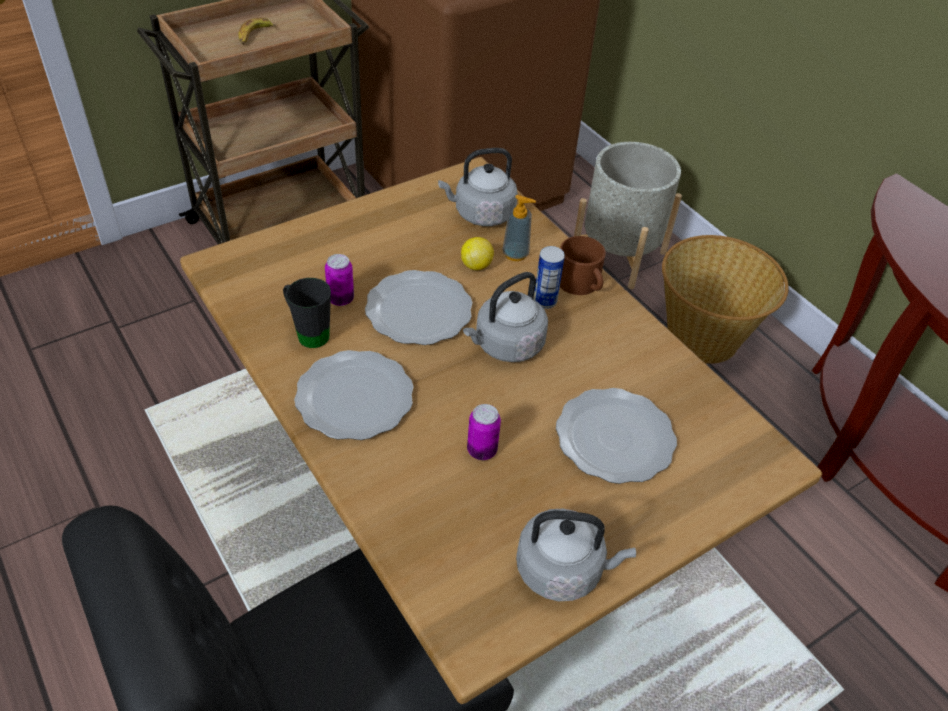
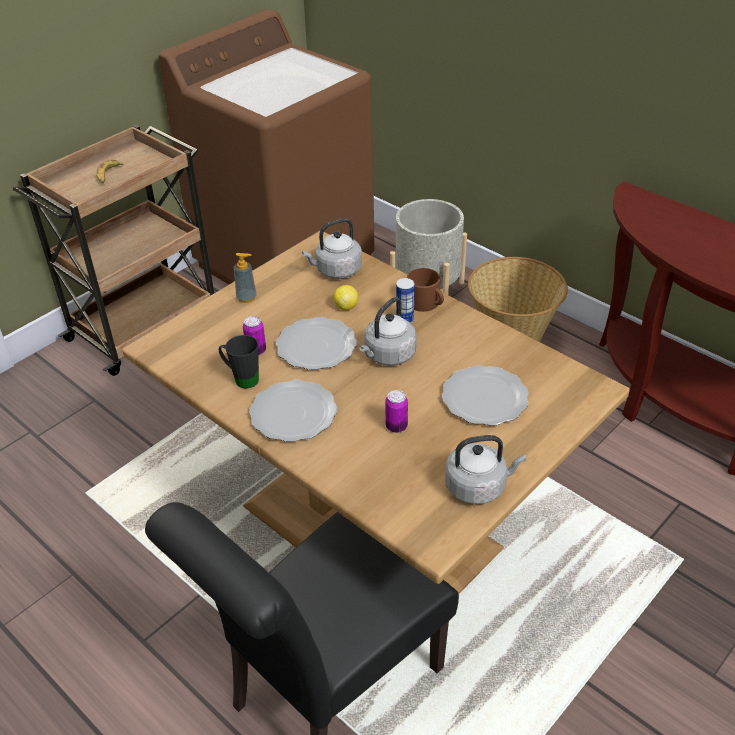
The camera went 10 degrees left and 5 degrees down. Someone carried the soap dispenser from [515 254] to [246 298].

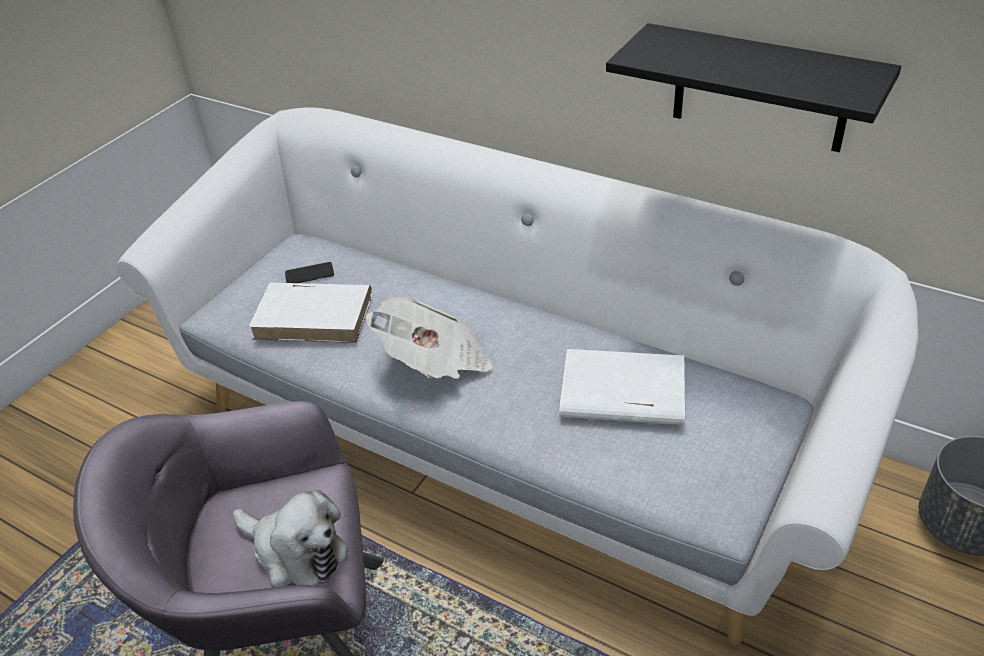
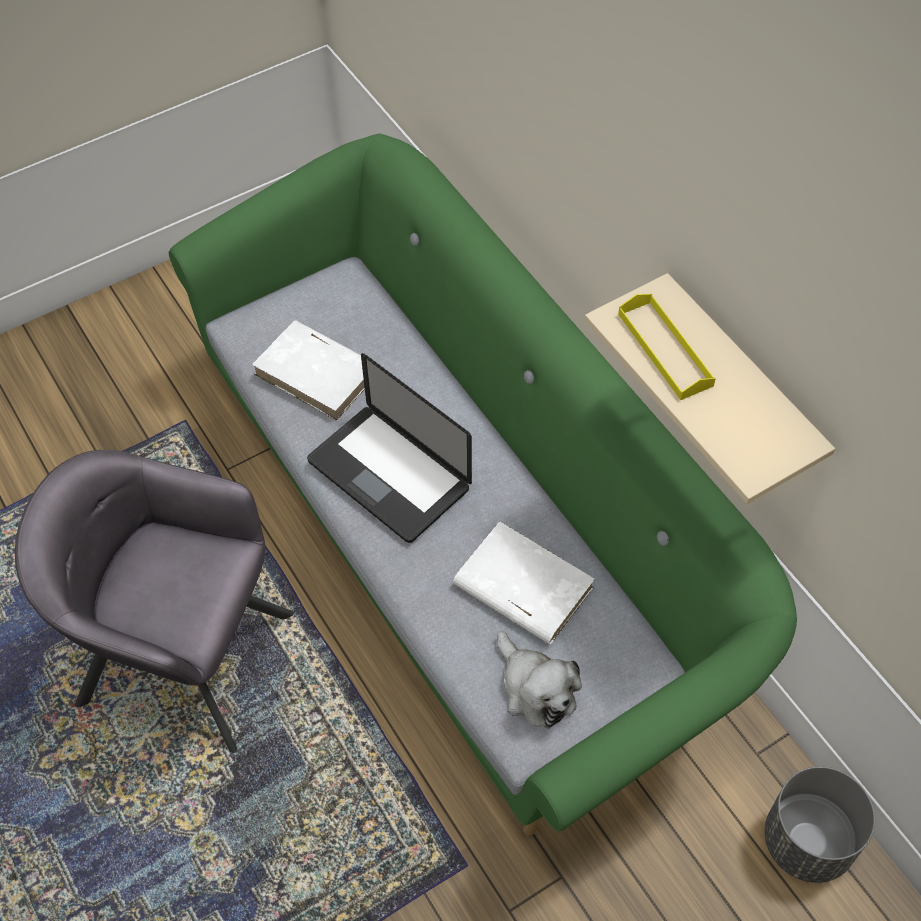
The camera went 25 degrees right and 15 degrees up. Someone repainted the sofa/whitish at [500 431], which became the sofa/greenish at [461 538]. Someone swapped the printed paper at [435 362] for the laptop at [389 475]. Someone carried the plush toy from [296 552] to [535 689]. Someone repainted the shelf/blackish at [760 89], which became the shelf/beige at [739 387]. Someone put down the serving tray/yellowish at [665 349]. Someone took away the handset at [309 274].

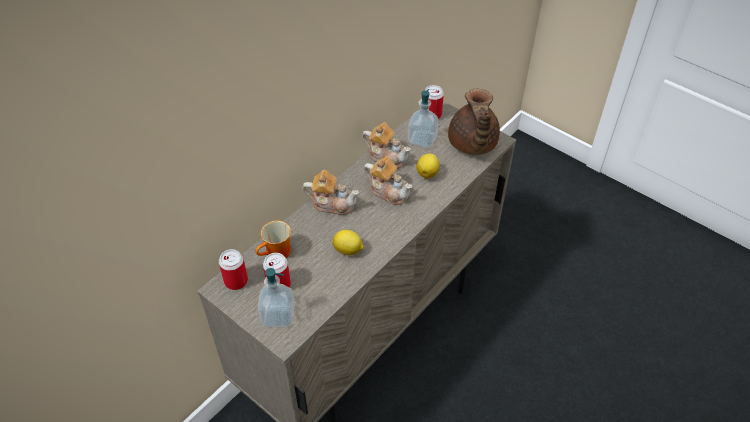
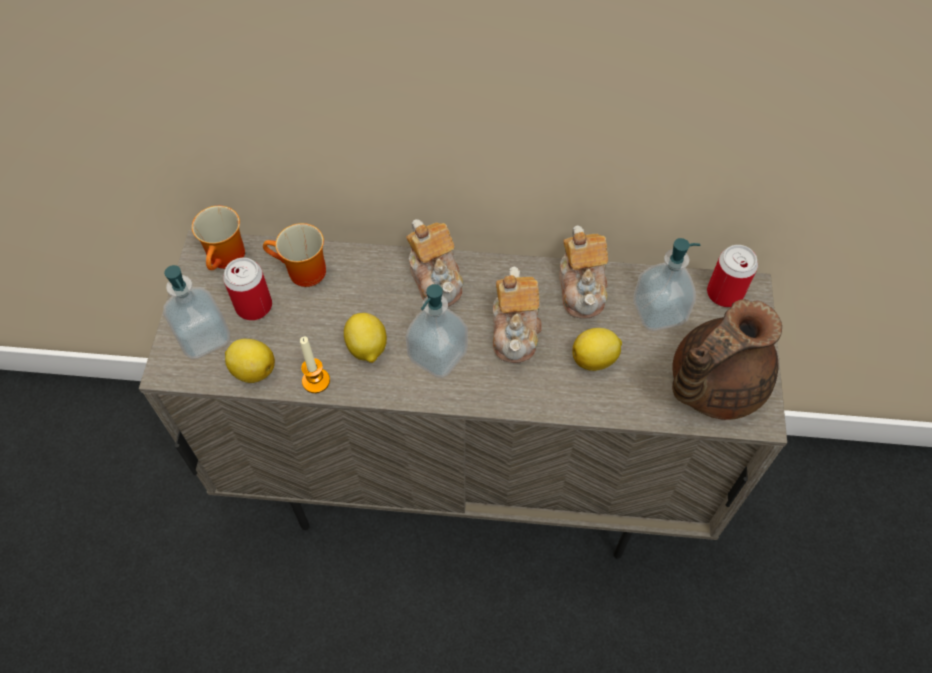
The camera went 55 degrees right and 10 degrees up. Someone swapped the can at [236 281] for the mug at [228 258]. Someone put down the citrus fruit at [252 369]. Someone put down the candle at [316 381]. Someone put down the soap dispenser at [437 355].

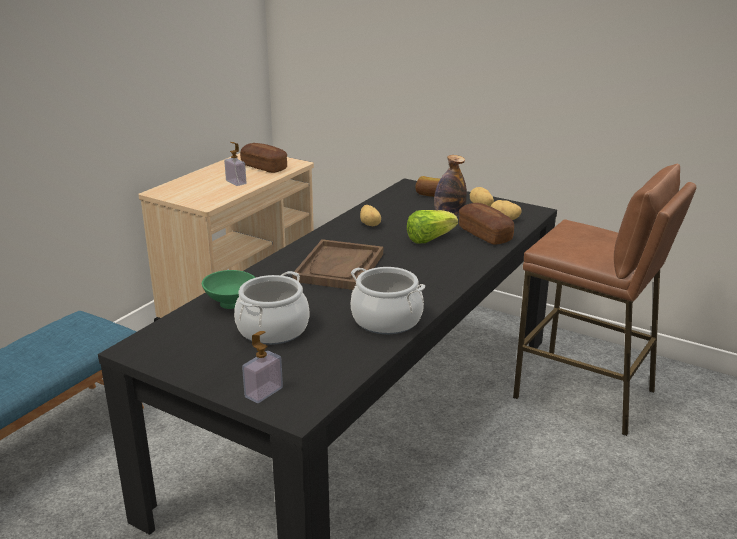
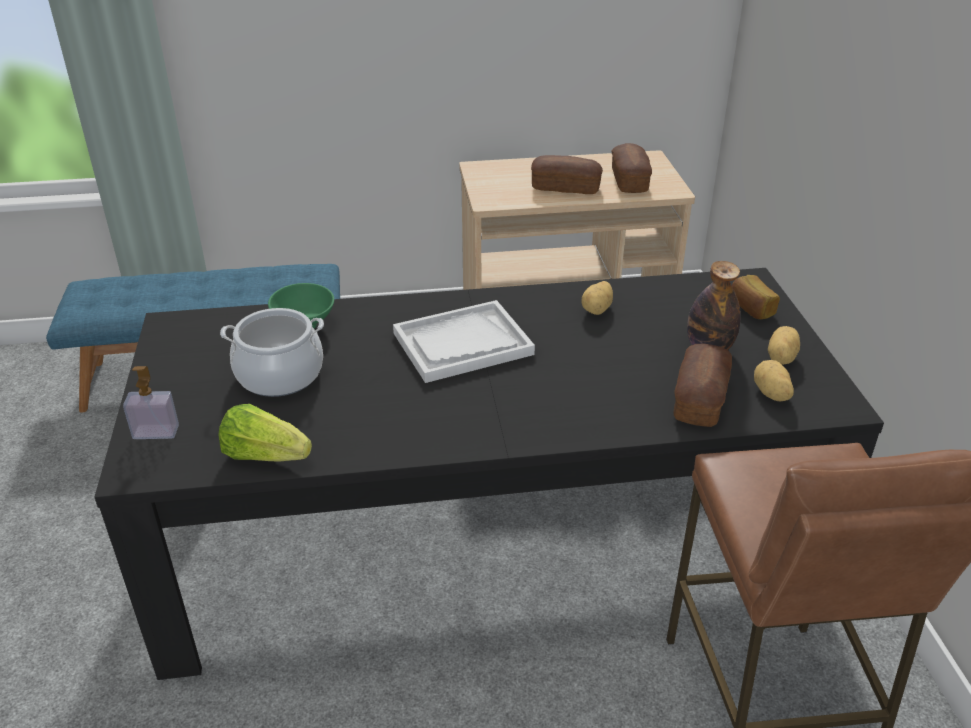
The camera went 50 degrees right and 10 degrees up. Someone carried the lettuce head from [429 239] to [264 455]. Someone repainted the serving tray/brownish at [339 267], which became the serving tray/whitish at [462 344]. Someone swapped the soap dispenser at [236 182] for the baked bread at [565 187]. Someone took away the cooking pot at [386 320].

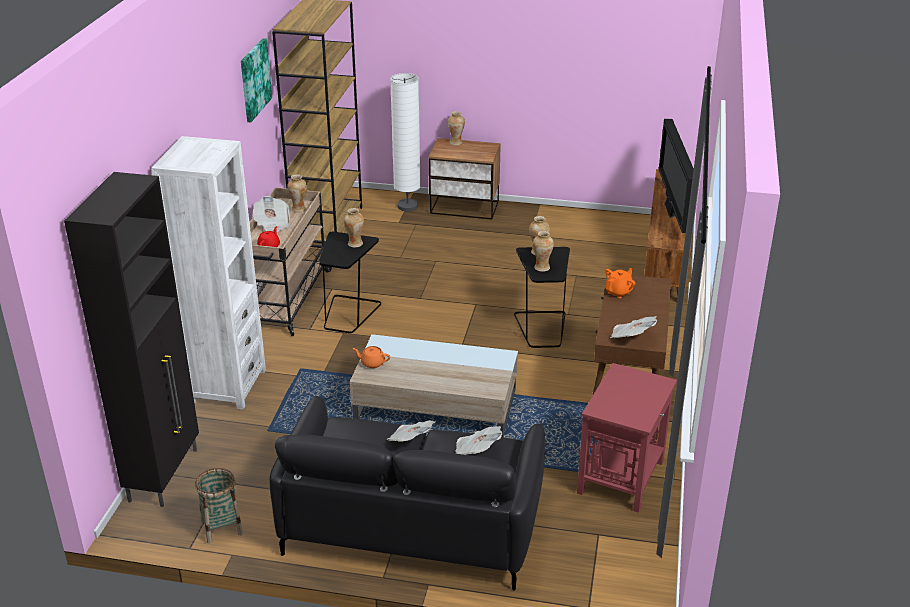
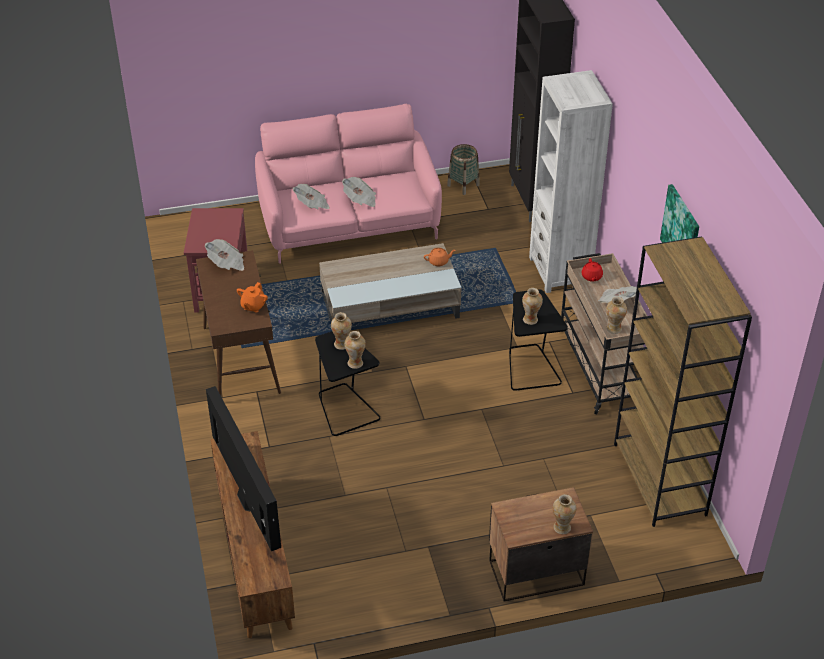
The camera went 155 degrees right and 10 degrees up. Someone repainted the sofa/blackish at [412 521], which became the sofa/pinkish at [349 222]. Someone took away the standing lamp/whitish at [407 206].

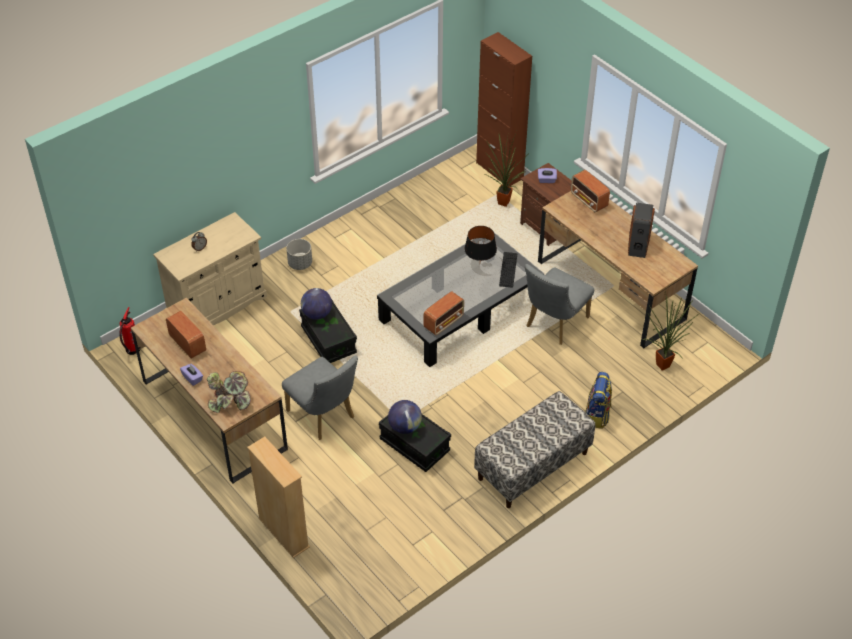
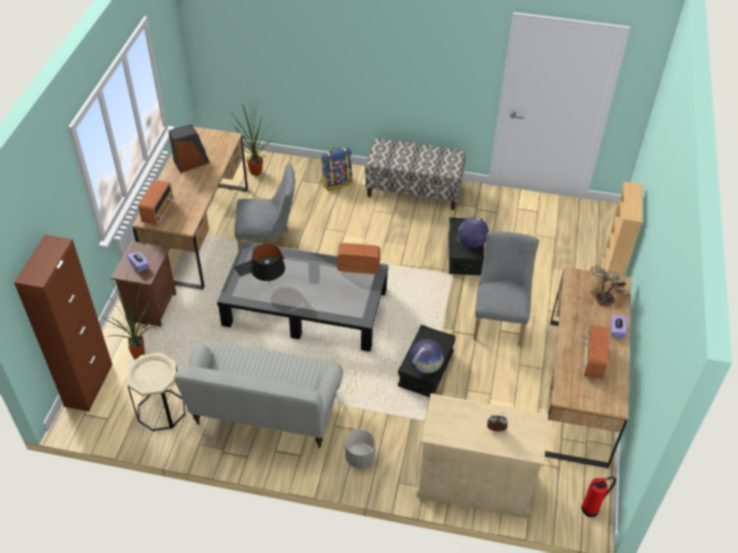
The camera went 130 degrees left and 0 degrees up. Someone put down the end table/beige at [161 410]. Someone put down the sofa at [266 413].

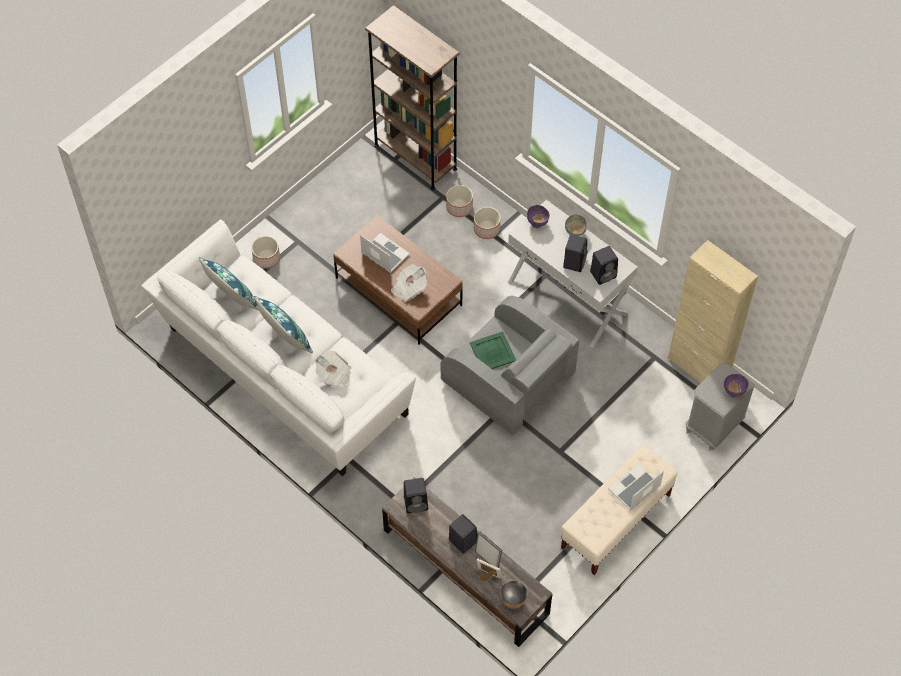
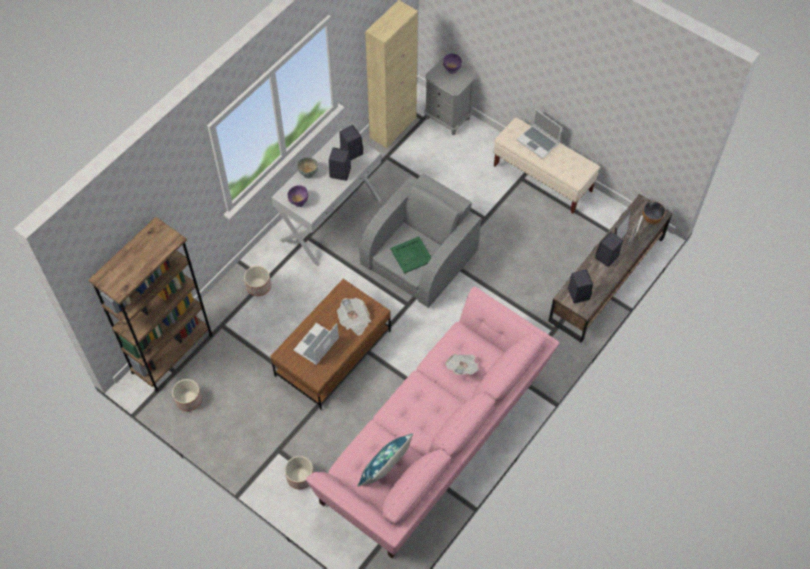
The camera went 95 degrees left and 0 degrees up. Someone carried the flower pot from [459 207] to [188 400]. Someone repainted the sofa/whitish at [282 374], which became the sofa/pinkish at [434 444]. Someone took away the pillow/blue-coloured at [285 339].

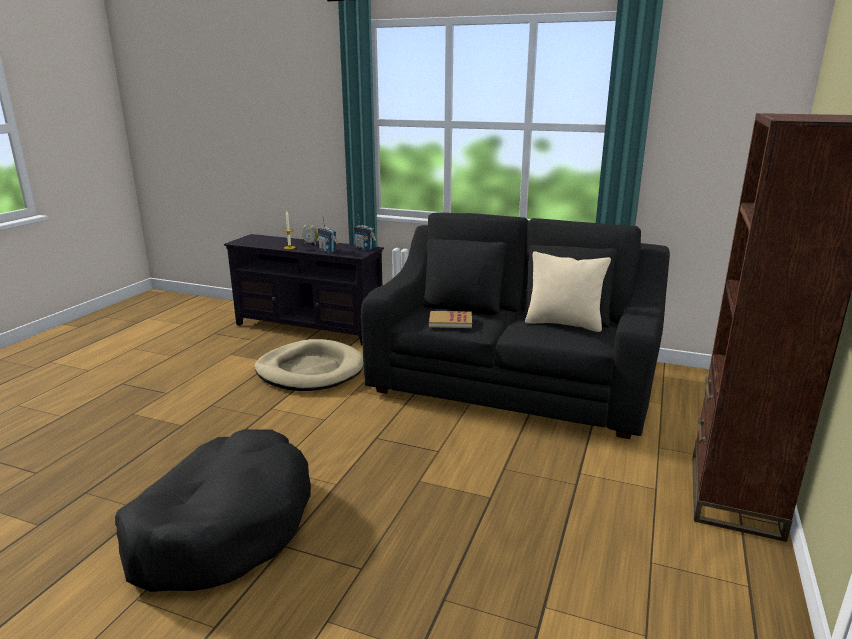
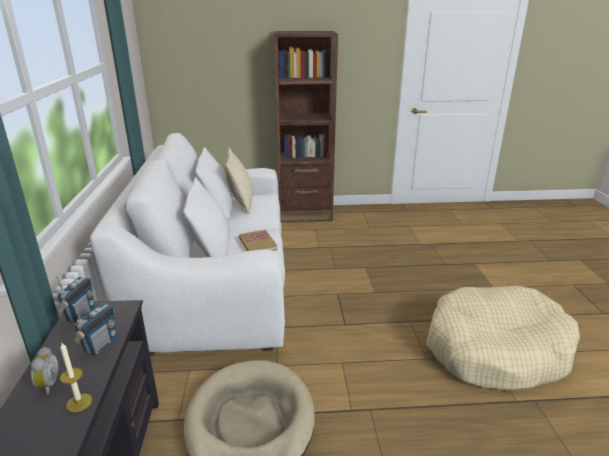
The camera went 115 degrees left and 5 degrees up. Someone repainted the sofa/blackish at [511 383], which became the sofa/whitish at [216 285]. Someone repainted the pet bed/blackish at [223 526], which became the pet bed/beige at [495 350].

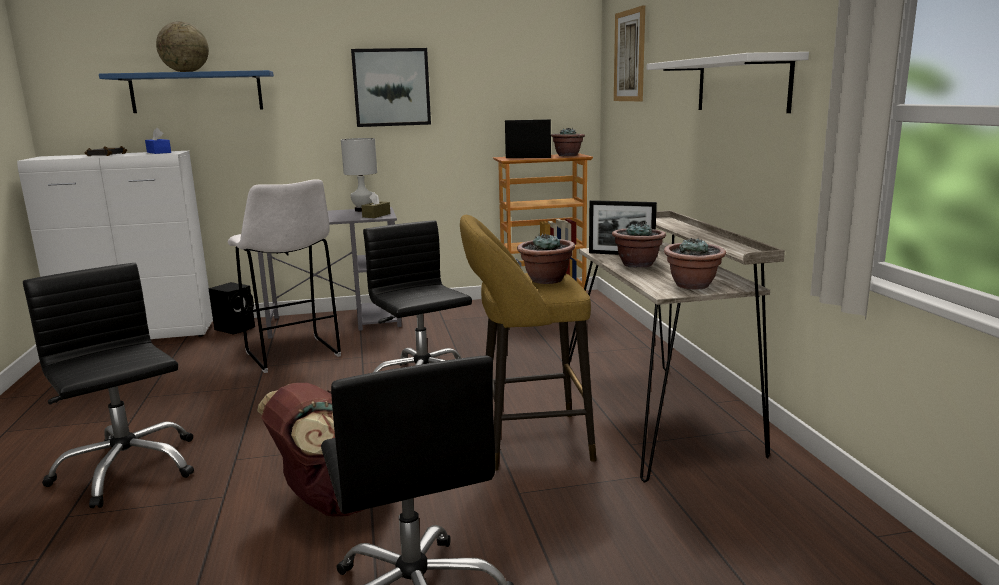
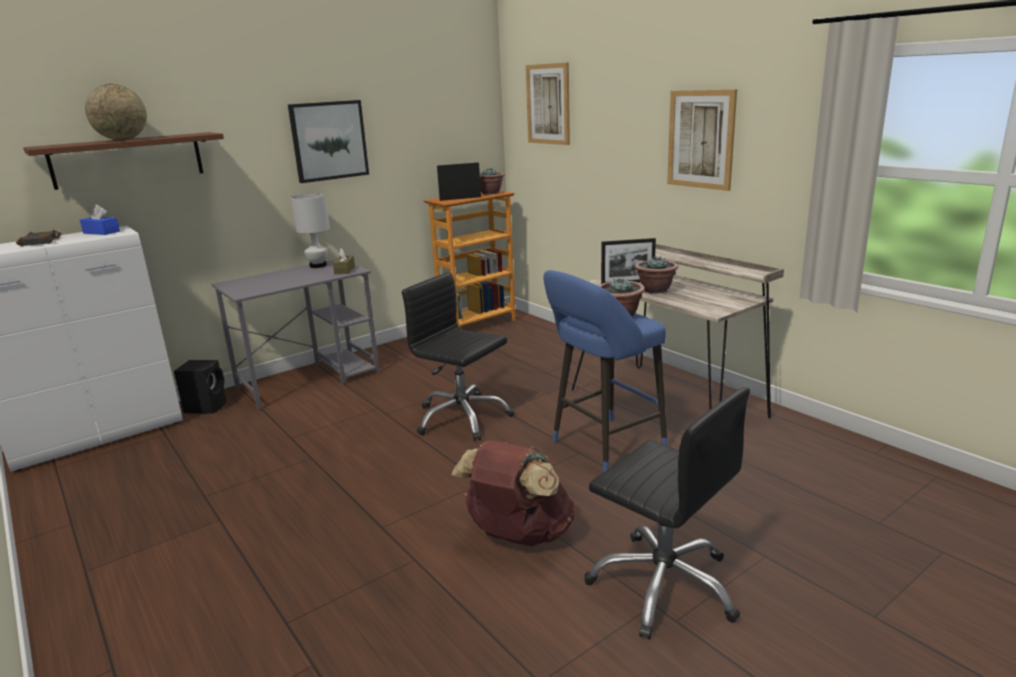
The camera went 25 degrees left and 5 degrees up. Someone repainted the shelf/blue-coloured at [197 92], which became the shelf/brownish at [127 160]. Someone repainted the stool/yellowish at [526 441], which became the stool/blue-coloured at [603 447]. Someone swapped the shelf/whitish at [741 84] for the picture at [701 139]. Someone took away the desk chair/blackish at [127 469]. Someone took away the stool/whitish at [293 355]. Someone took away the houseplant at [693 285].

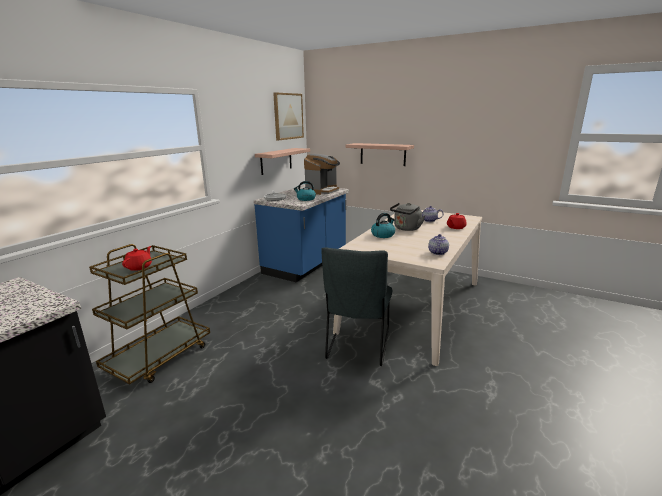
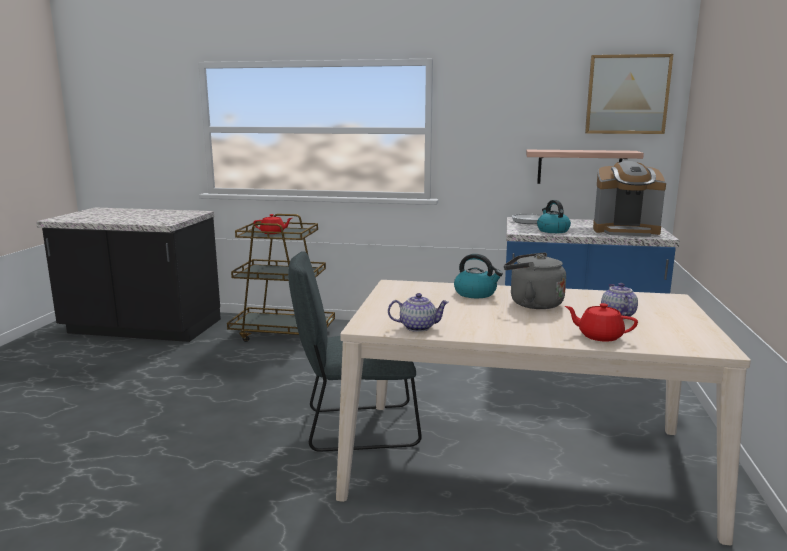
The camera went 70 degrees right and 5 degrees down. Someone took away the shelf at [382 154].

